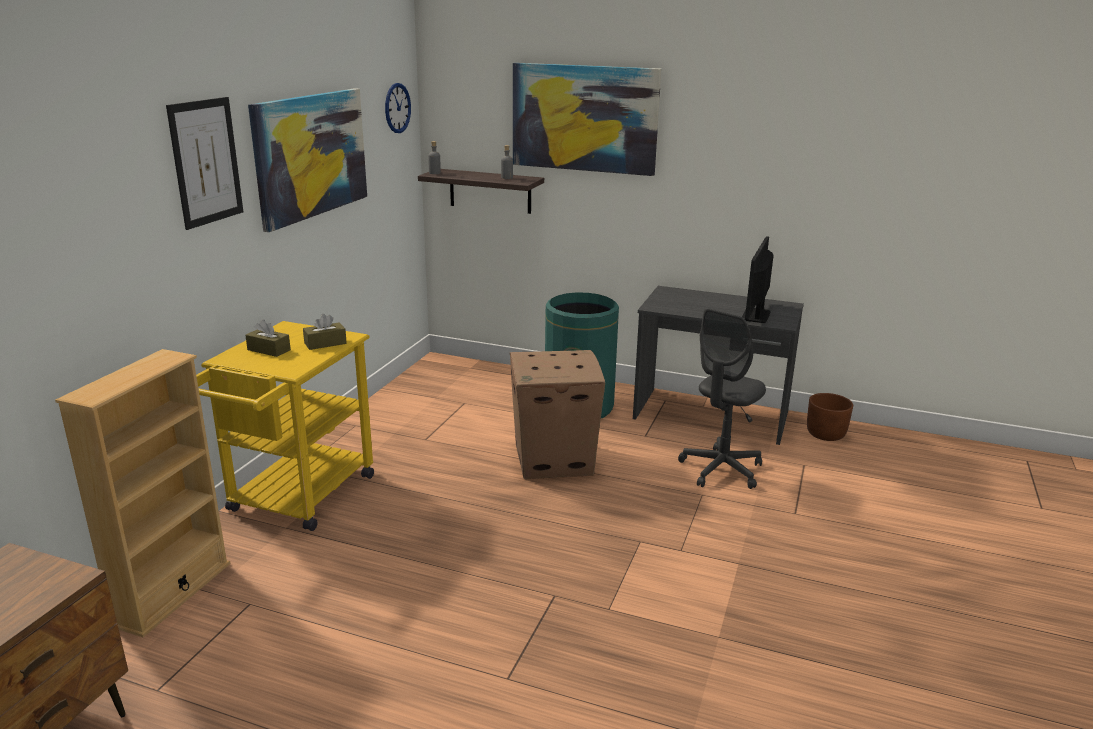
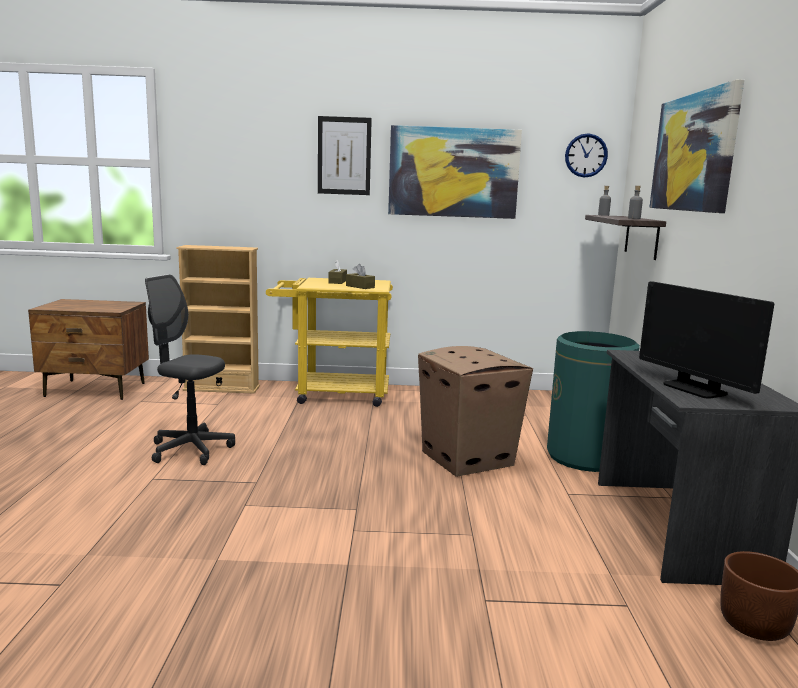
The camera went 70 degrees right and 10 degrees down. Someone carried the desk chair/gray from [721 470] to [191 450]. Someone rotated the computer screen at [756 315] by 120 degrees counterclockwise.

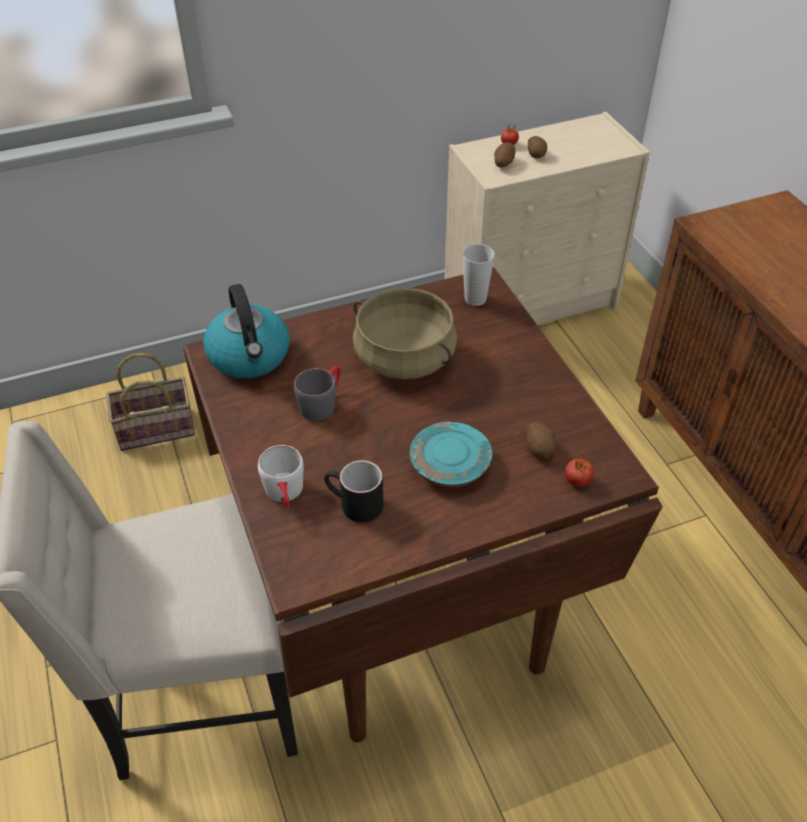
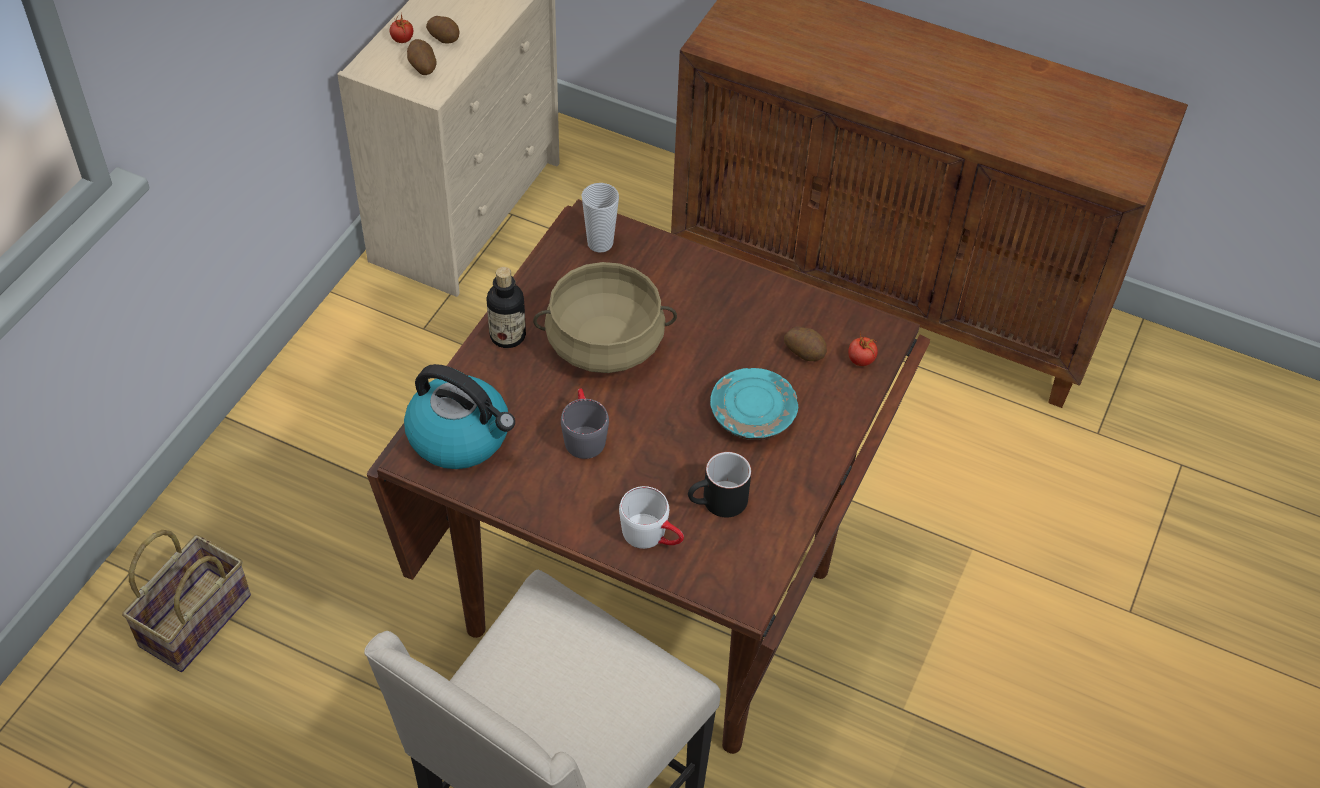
The camera went 45 degrees left and 5 degrees up. Someone put down the bottle at [507 336].

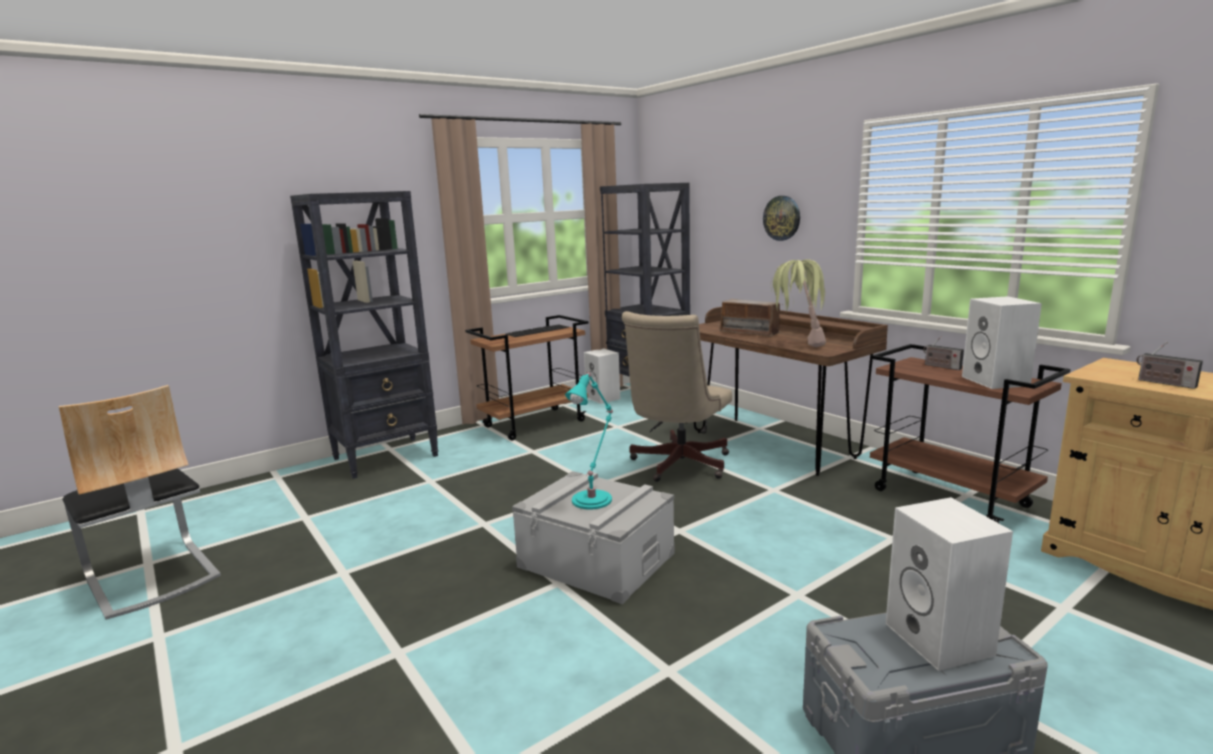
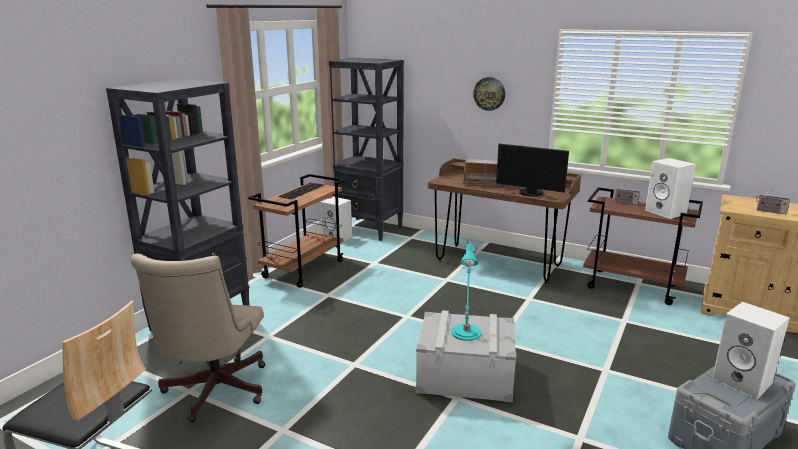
The camera went 25 degrees left and 5 degrees up. Someone carried the desk chair/beige from [677 466] to [213 393]. Someone swapped the houseplant at [796 345] for the computer screen at [530 193].

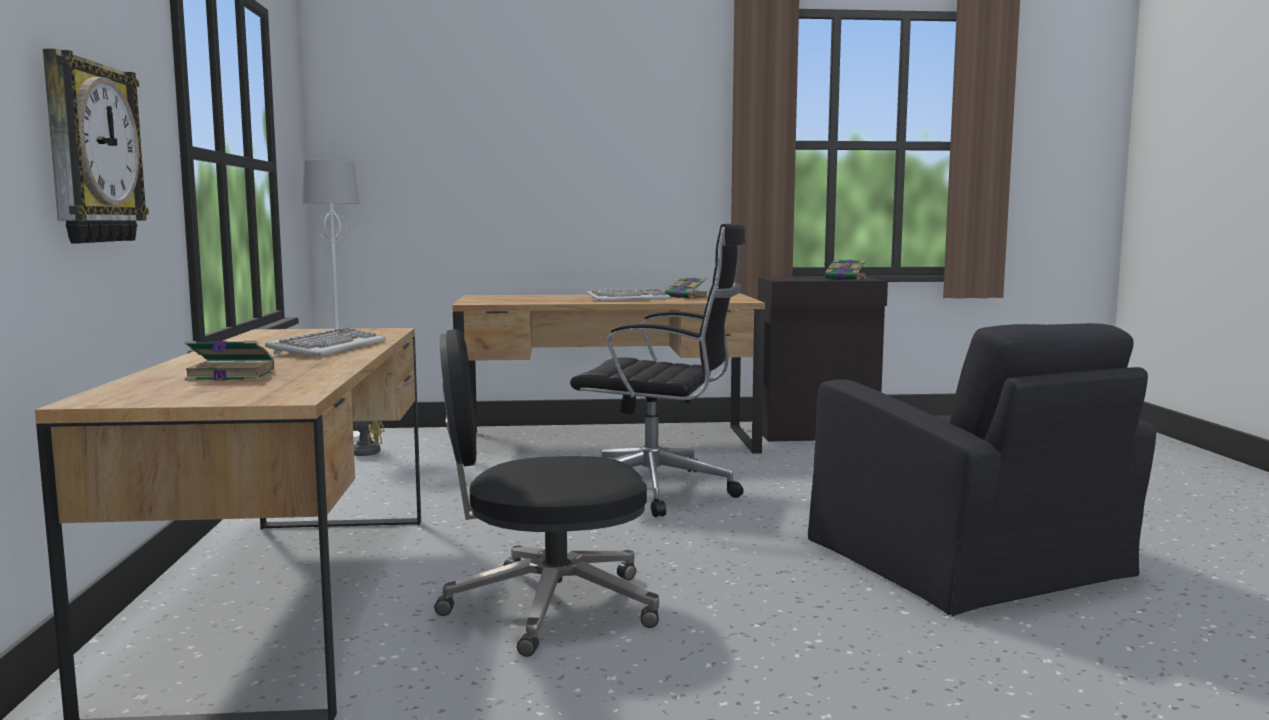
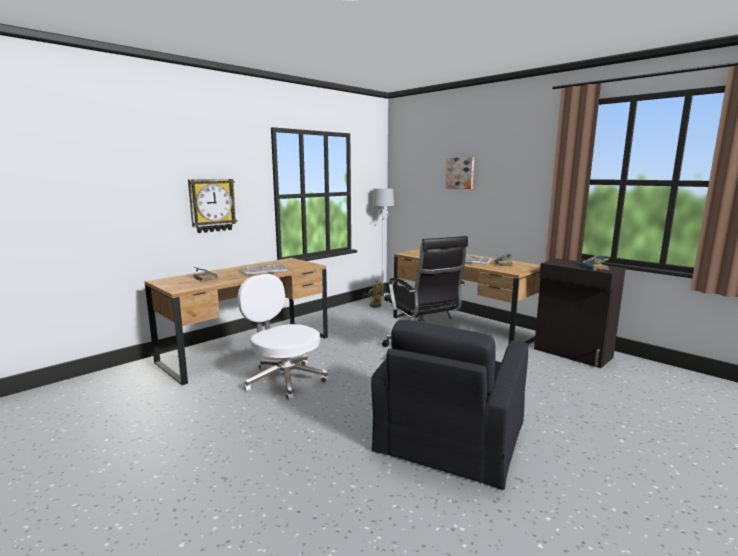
The camera went 50 degrees right and 5 degrees up. Someone repainted the desk chair/blackish at [547 607], which became the desk chair/whitish at [284 379]. Someone put up the picture at [460 173].

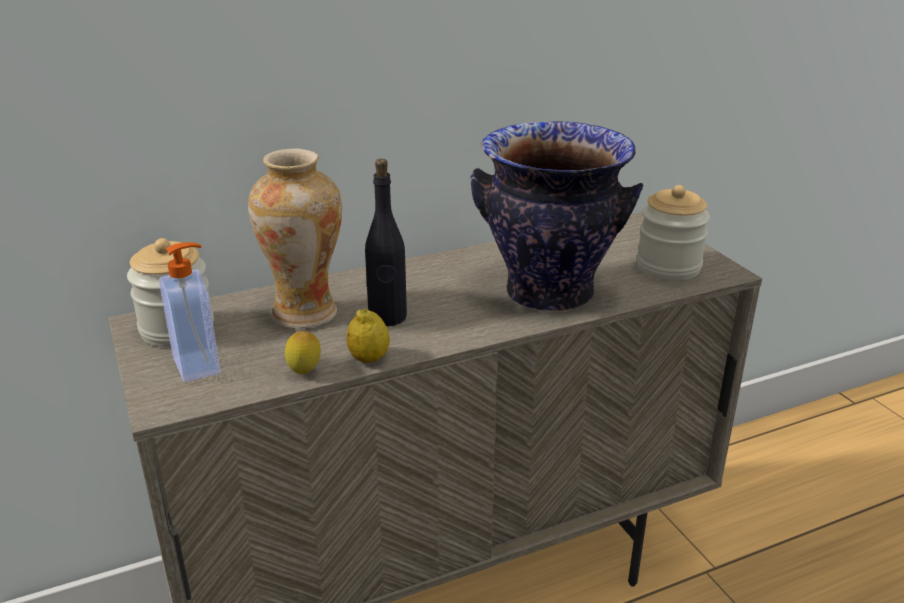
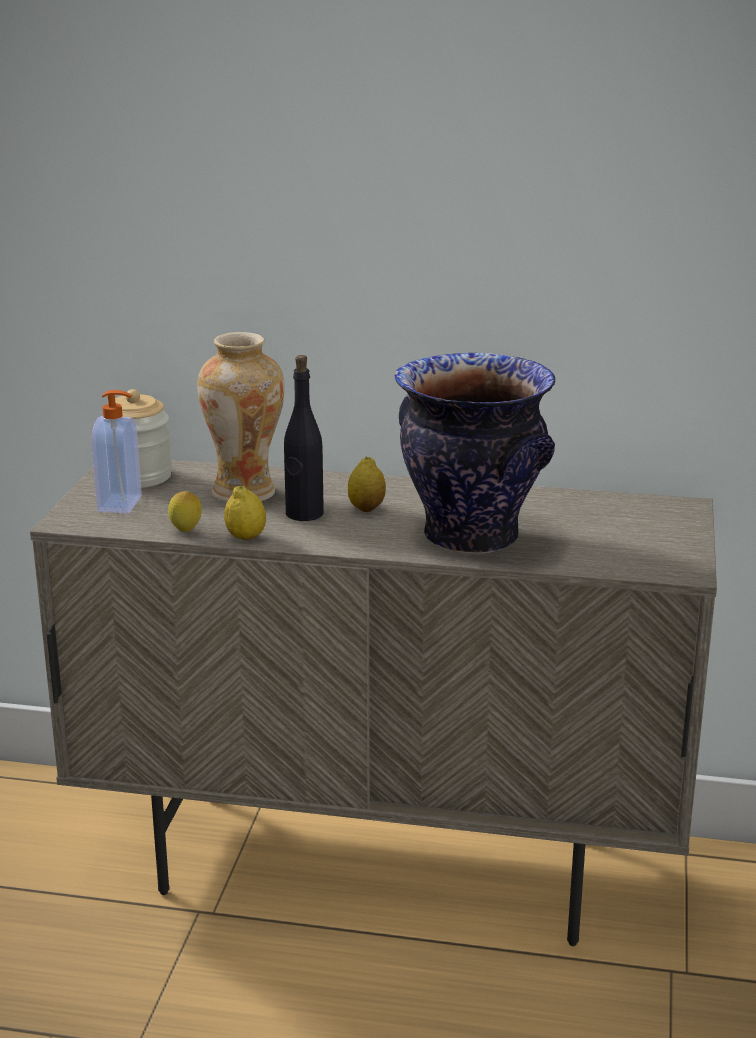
The camera went 35 degrees right and 5 degrees down. Someone put down the citrus fruit at [366 508]. Someone took away the jar at [668 267].

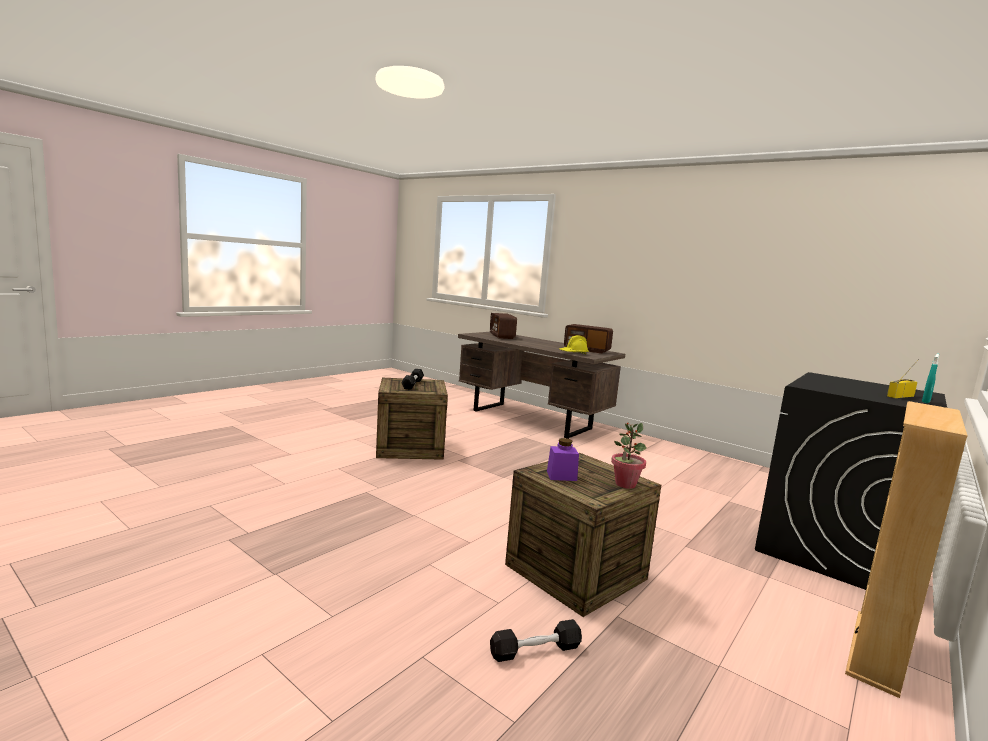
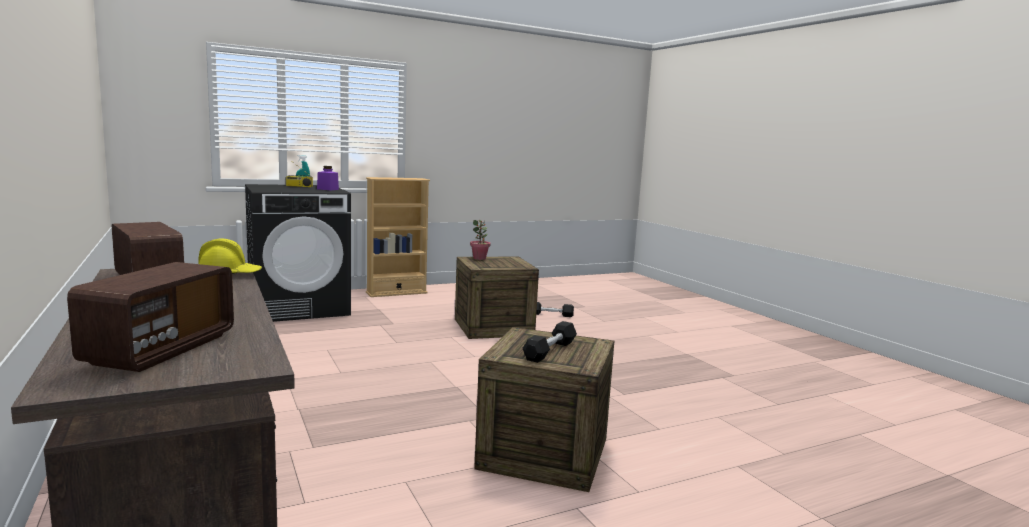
The camera went 155 degrees left and 0 degrees up. Someone carried the jar/purplish from [561 476] to [327 189].

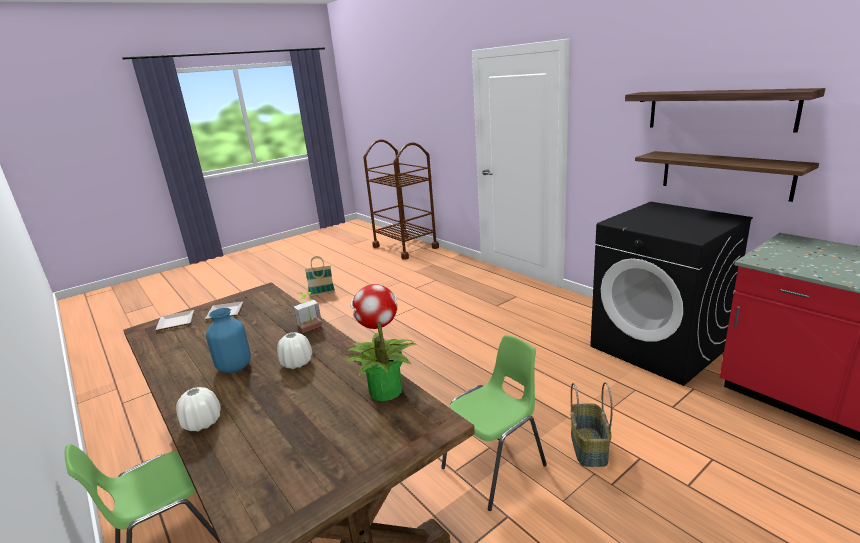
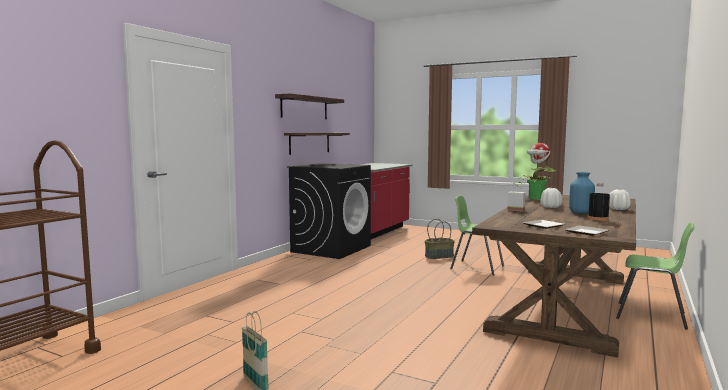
The camera went 115 degrees left and 15 degrees down. Someone put down the bottle/blackish at [598 219].

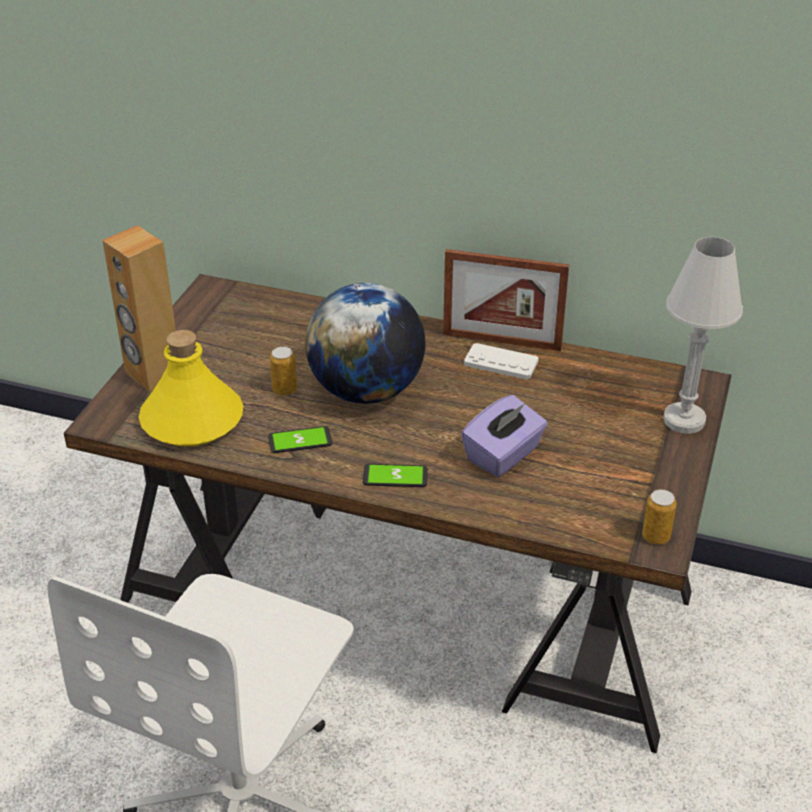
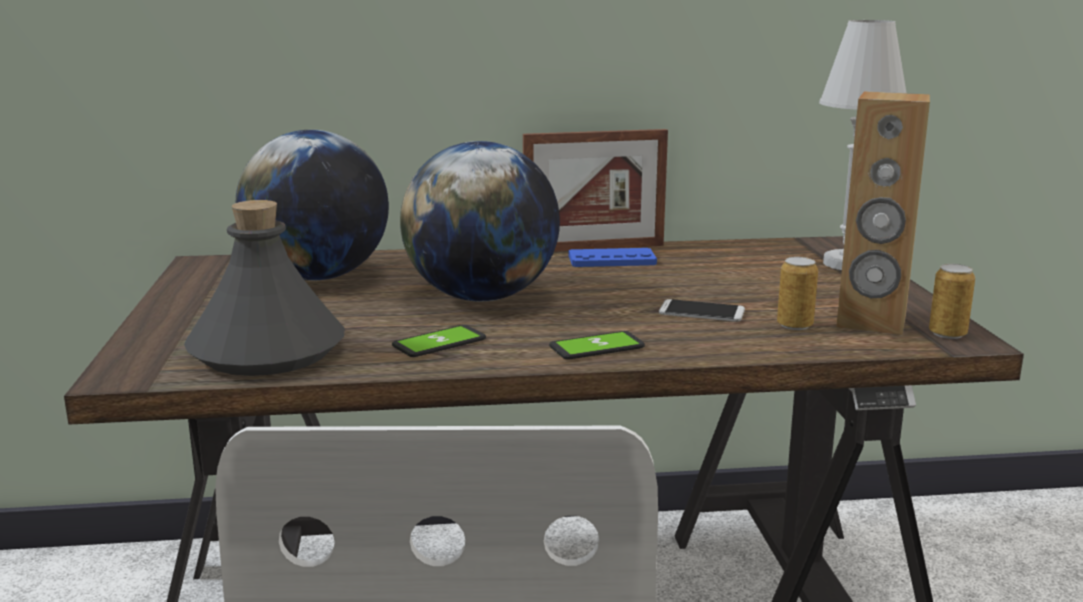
The camera went 25 degrees left and 20 degrees down. Someone repainted the bottle/yellowish at [191 420], which became the bottle/gray at [267 352]. Someone put down the world globe at [318 277]. Someone repainted the joypad/whitish at [501 363], which became the joypad/blue-coloured at [612 260]. Someone swapped the box of tissues/purplish at [503 455] for the handset at [701 312]. Someone carried the can from [284 390] to [794 325]. Someone carried the speaker/brownish from [153 374] to [871 322].

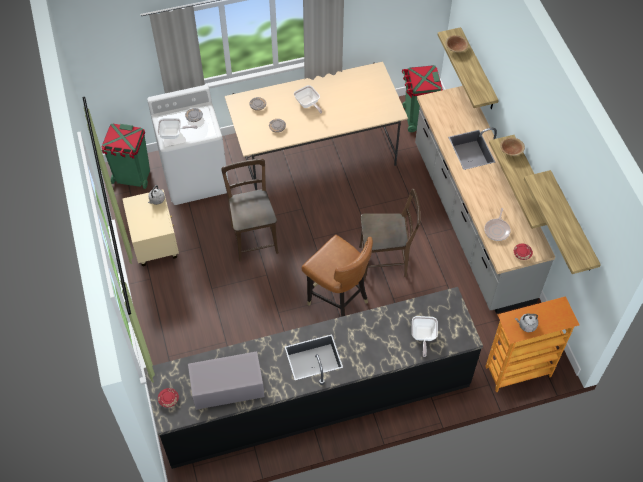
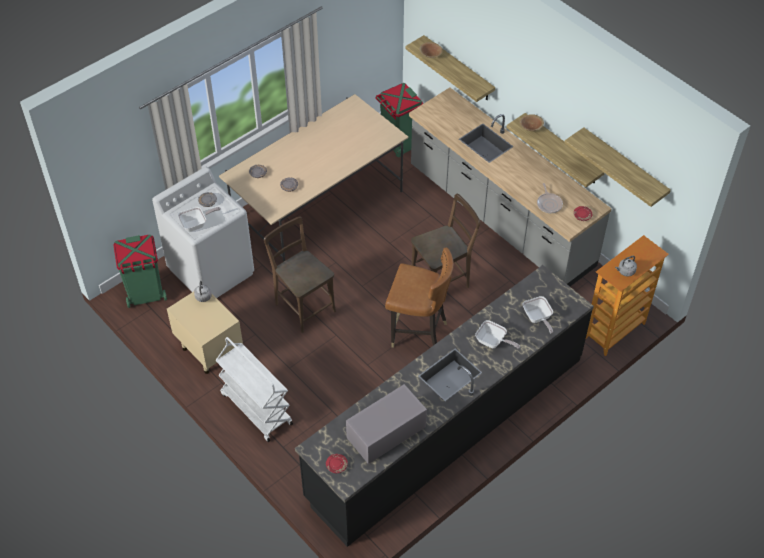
The camera went 25 degrees left and 5 degrees down. Someone put down the wheeled cart/whitish at [256 409]. Someone carried the skillet from [308 104] to [493 342].

